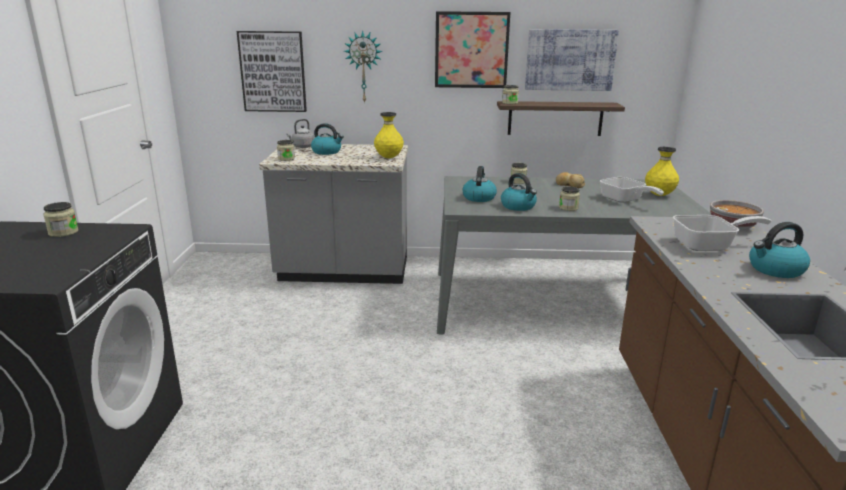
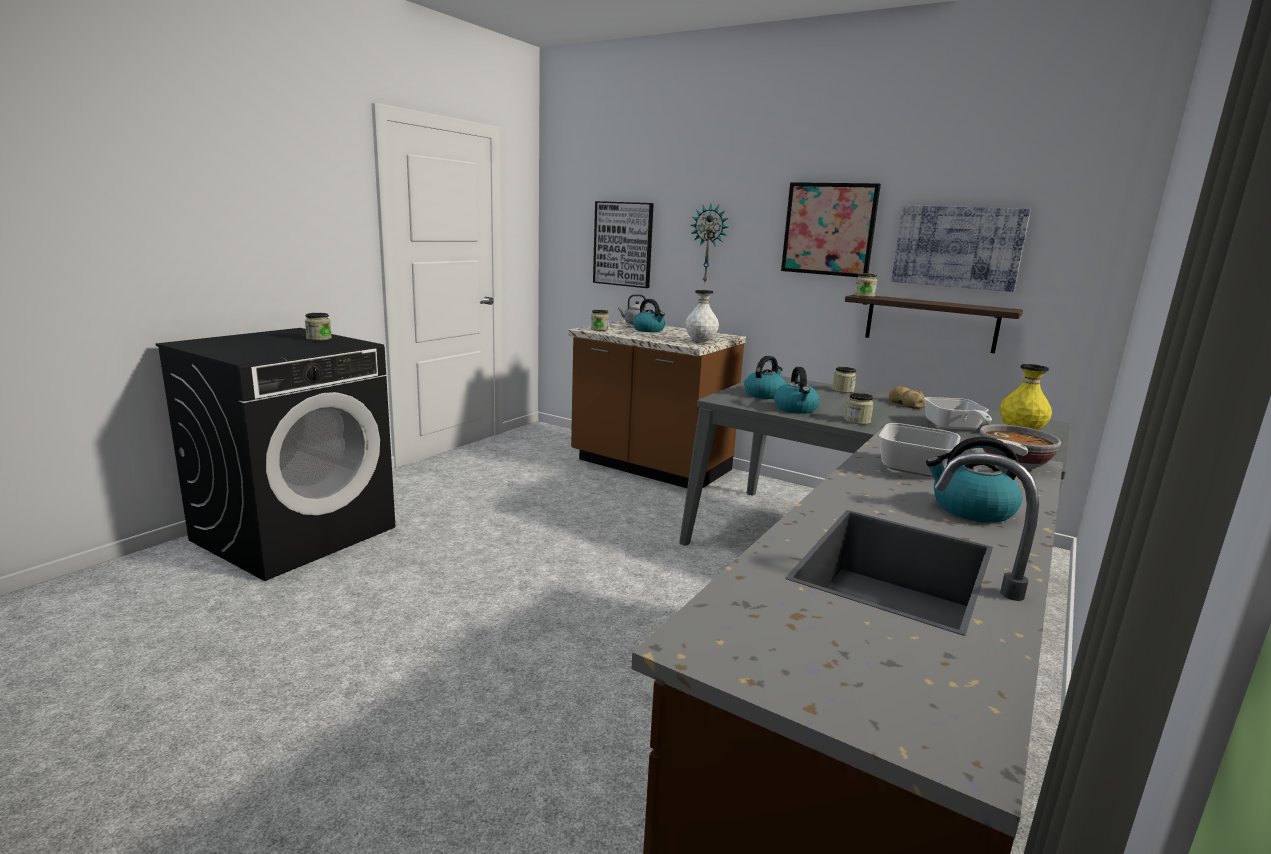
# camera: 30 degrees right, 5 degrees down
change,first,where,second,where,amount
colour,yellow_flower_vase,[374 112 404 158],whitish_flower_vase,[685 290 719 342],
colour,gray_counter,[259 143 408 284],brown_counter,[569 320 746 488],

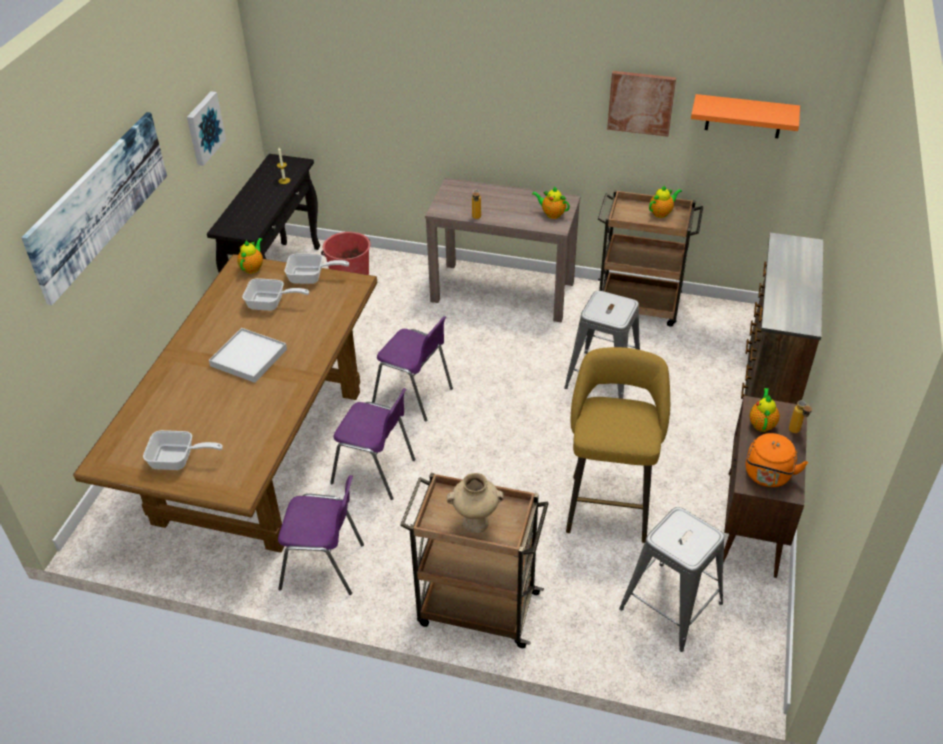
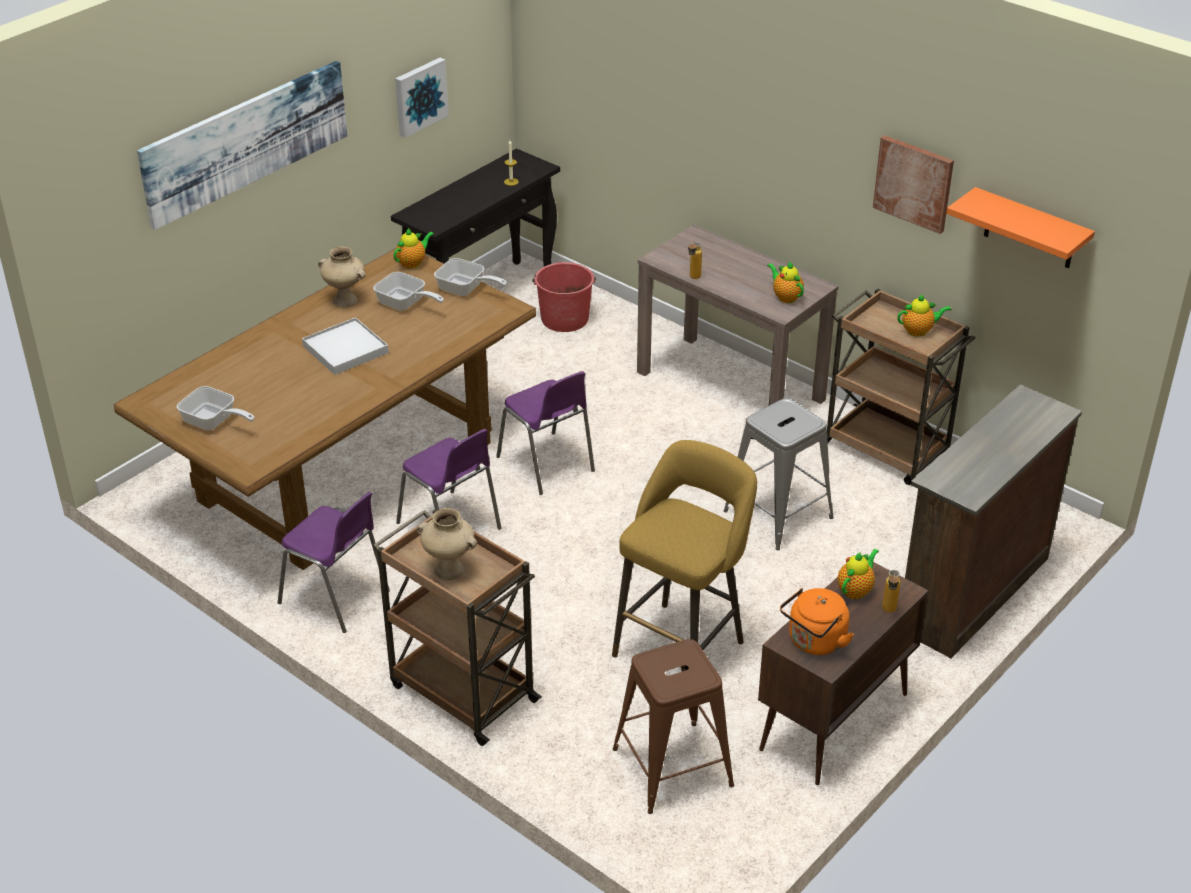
# camera: 25 degrees right, 5 degrees down
change,first,where,second,where,amount
colour,gray_sitting_stool,[619 507 725 652],brown_sitting_stool,[613 639 734 814],
appeared,,,beige-coloured_flower_vase,[318 246 366 307],

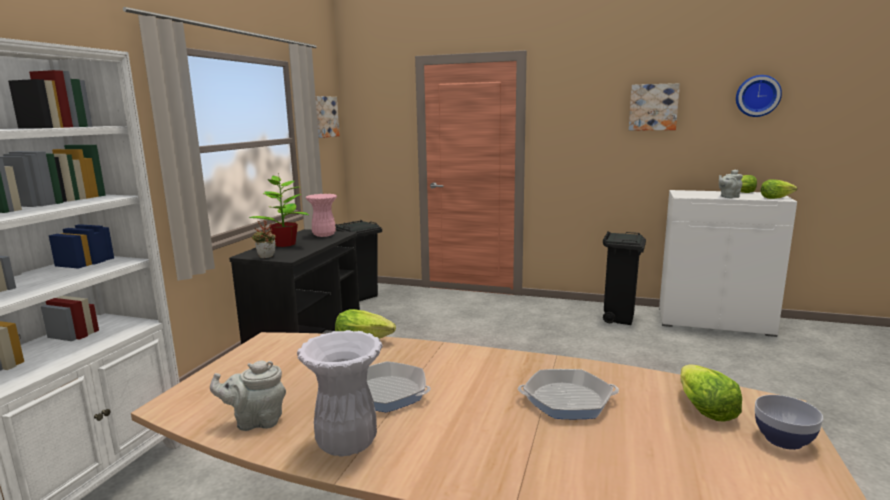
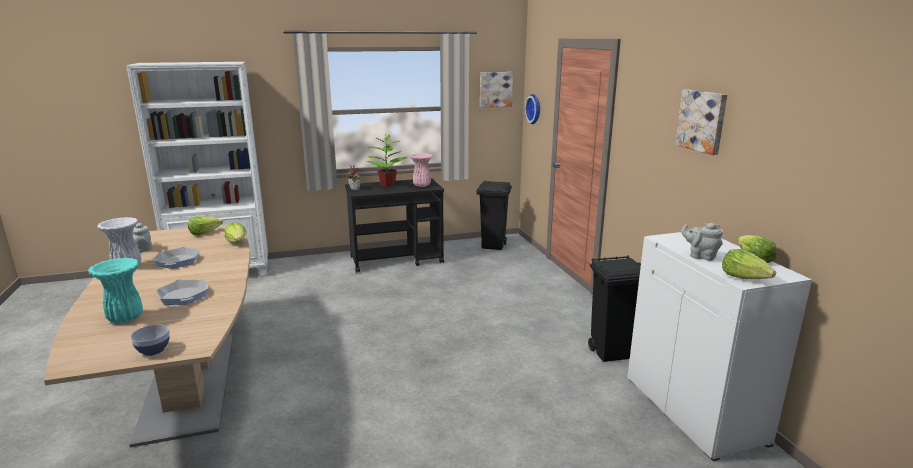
# camera: 55 degrees right, 5 degrees up
change,first,where,second,where,amount
relocated,hanging_clock,[736 75 782 117],,[525 94 540 124],
relocated,lettuce,[681 365 742 422],,[188 216 223 235],
appeared,,,blue-green_flower_vase,[88 258 143 323],

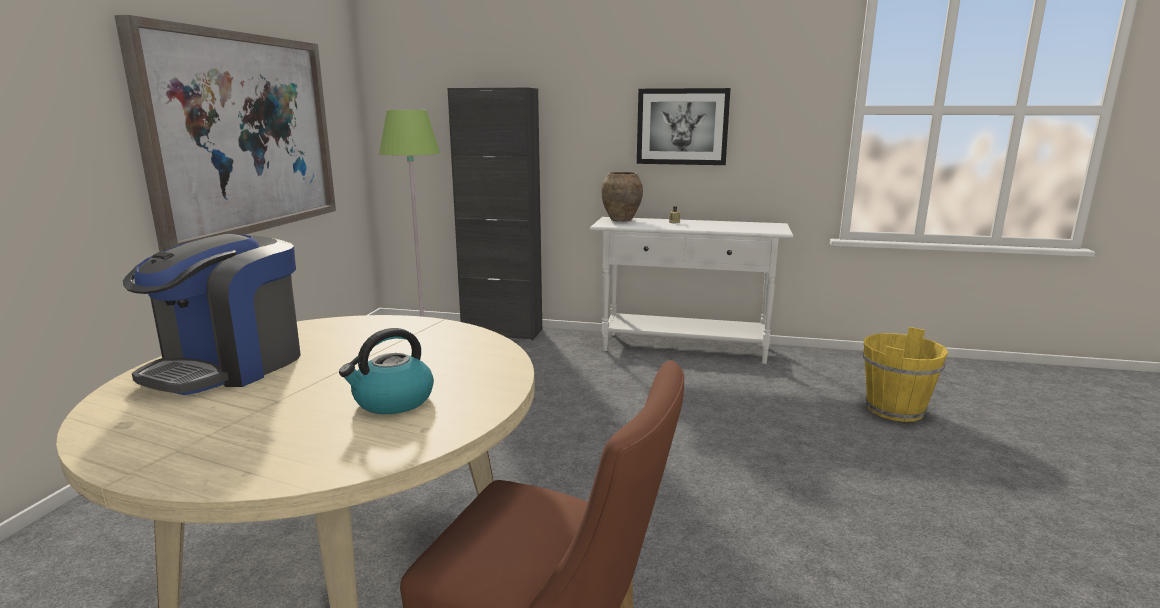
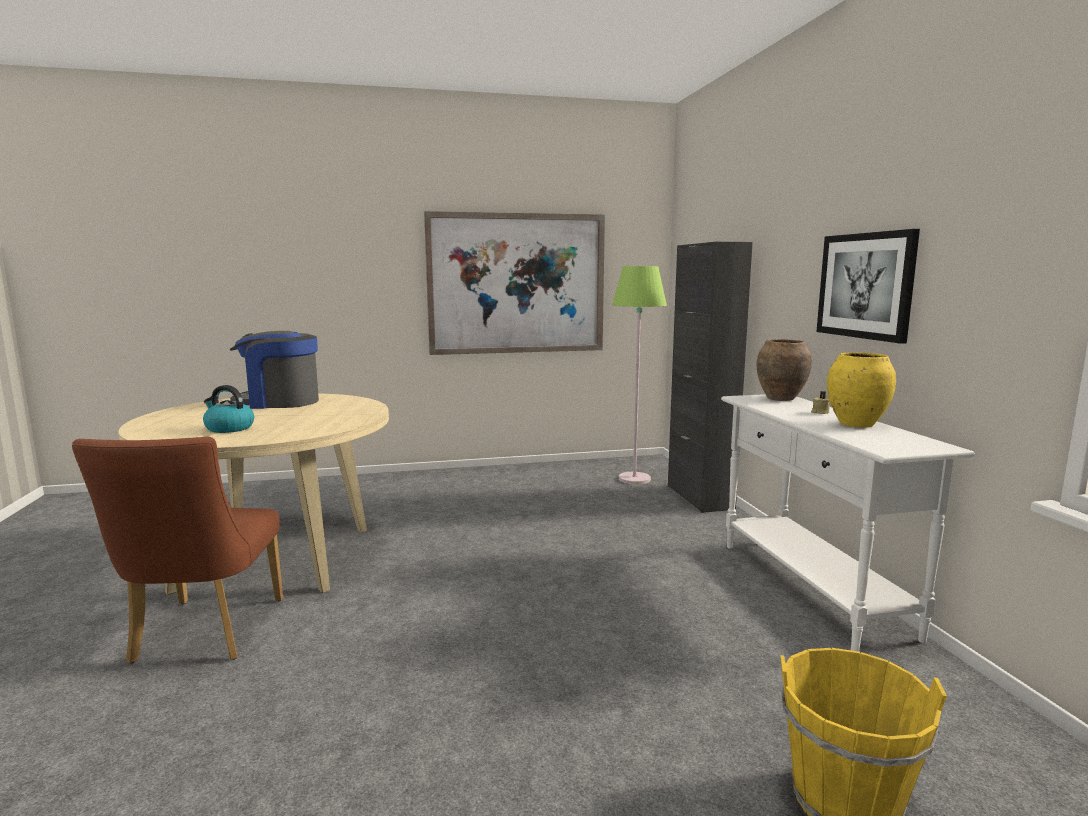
# camera: 65 degrees right, 5 degrees down
change,first,where,second,where,amount
appeared,,,yellow_flower_vase,[827 352 896 428],

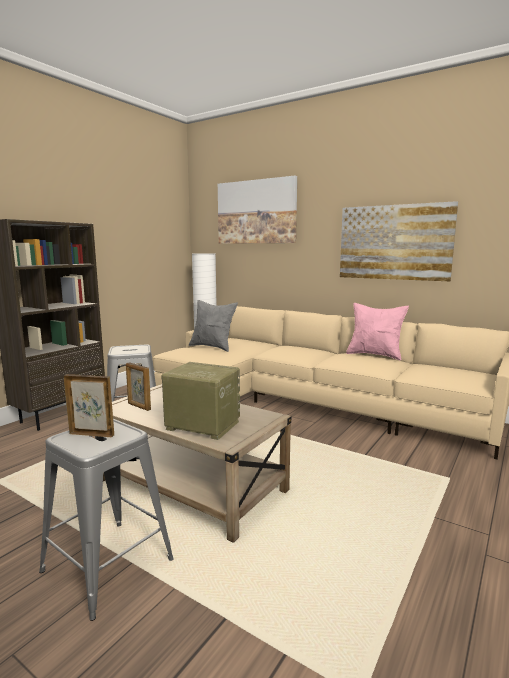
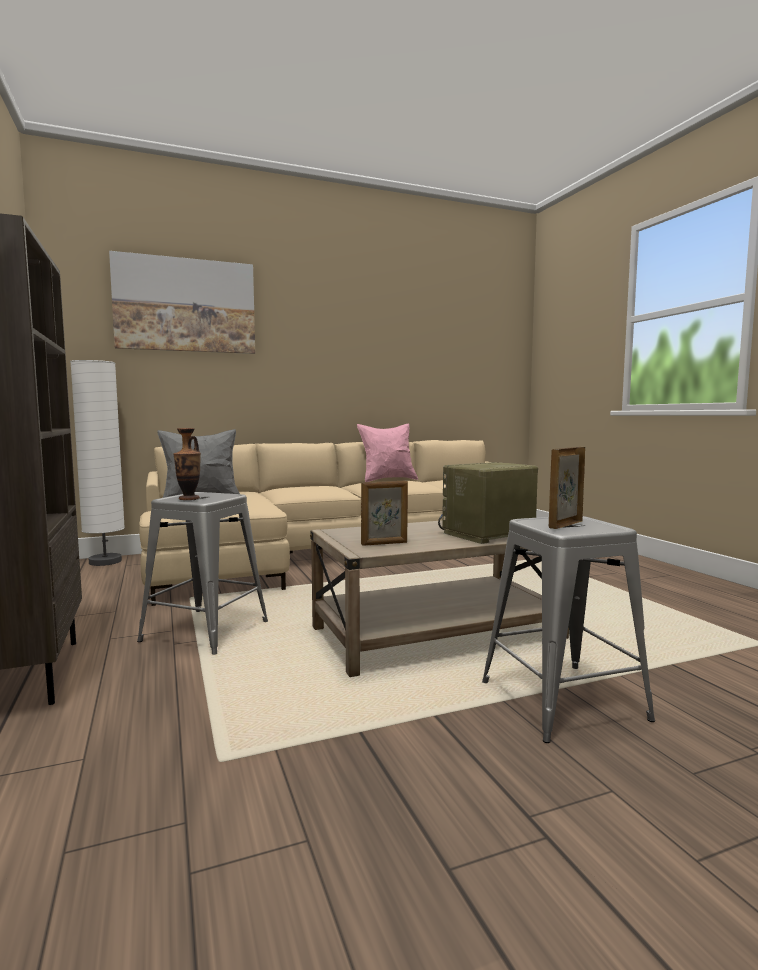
# camera: 55 degrees left, 5 degrees down
change,first,where,second,where,amount
missing,wall_art,[340 201 458 281],,,
appeared,,,flower_vase,[174 428 201 500],

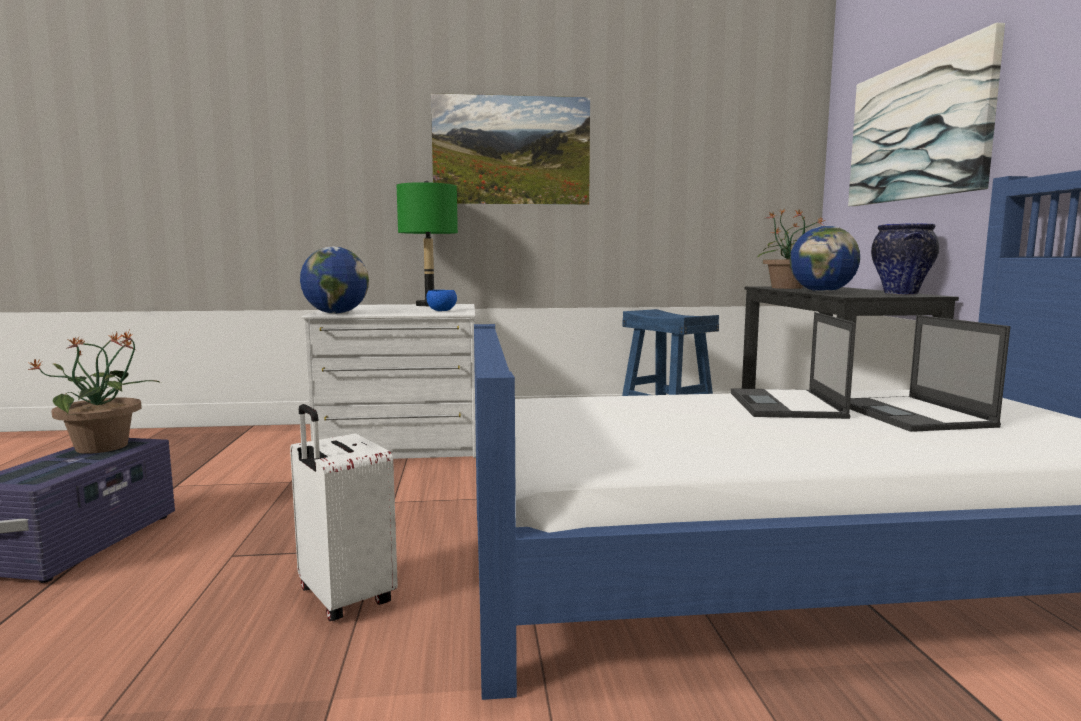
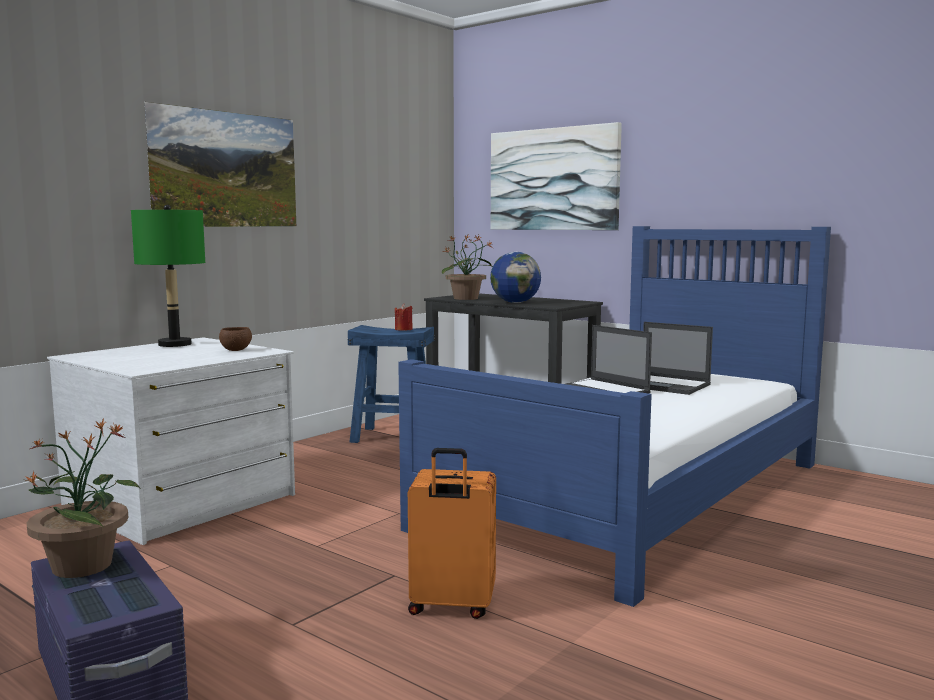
# camera: 45 degrees left, 0 degrees up
change,first,where,second,where,amount
missing,flower_vase,[871 223 939 295],,,
missing,world_globe,[300 247 369 314],,,
colour,blue-coloured_bowl,[426 290 457 311],brown_bowl,[219 327 252 351],
colour,whitish_travel_case,[290 404 398 621],orange-coloured_travel_case,[408 448 496 619],
appeared,,,reddish_wax_light,[395 304 413 331],

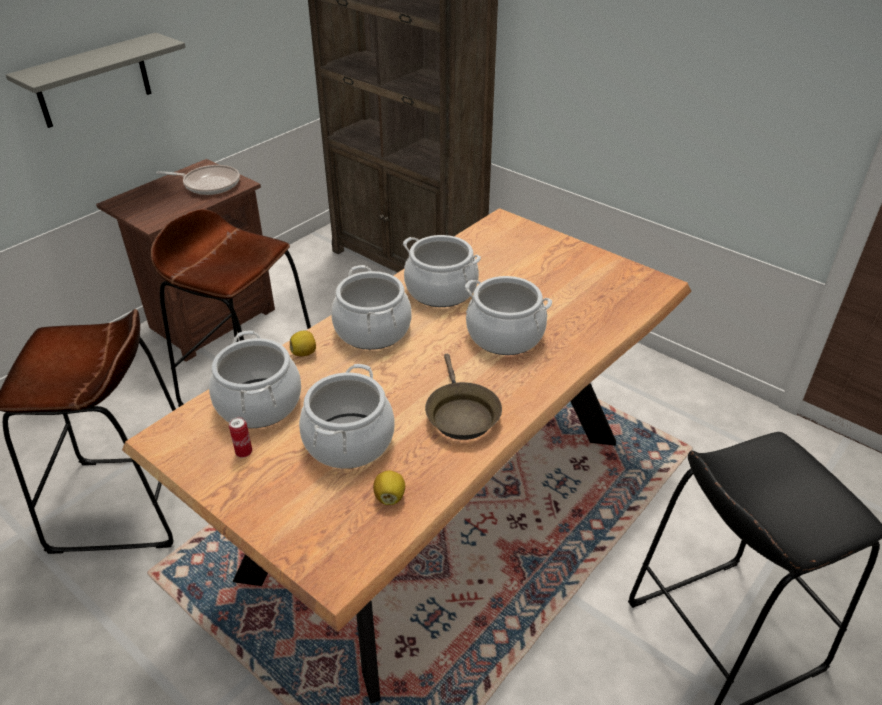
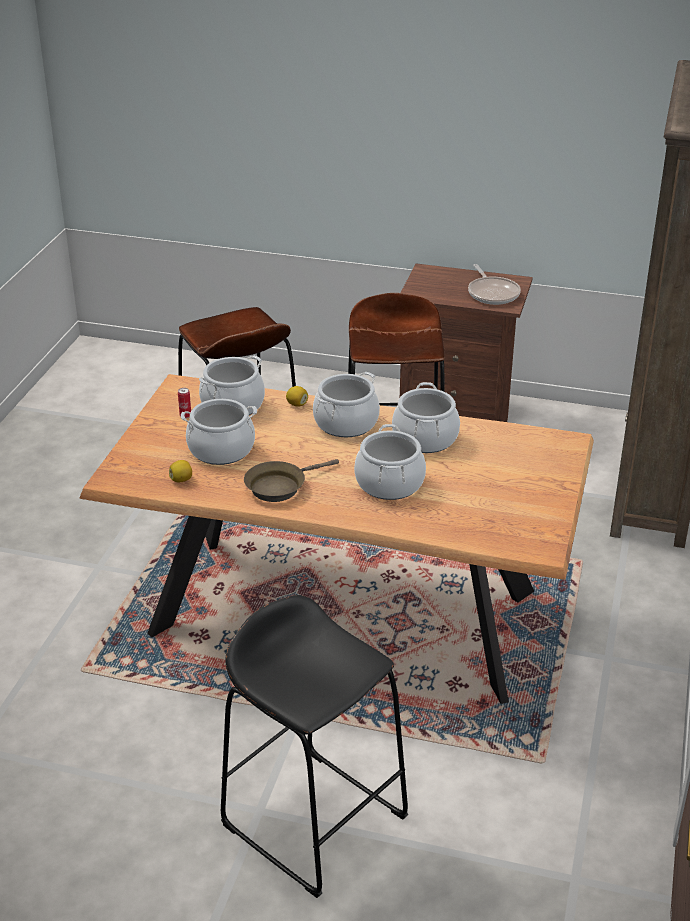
# camera: 65 degrees right, 5 degrees down
change,first,where,second,where,amount
missing,gray_bracket_shelf,[6 32 186 128],,,

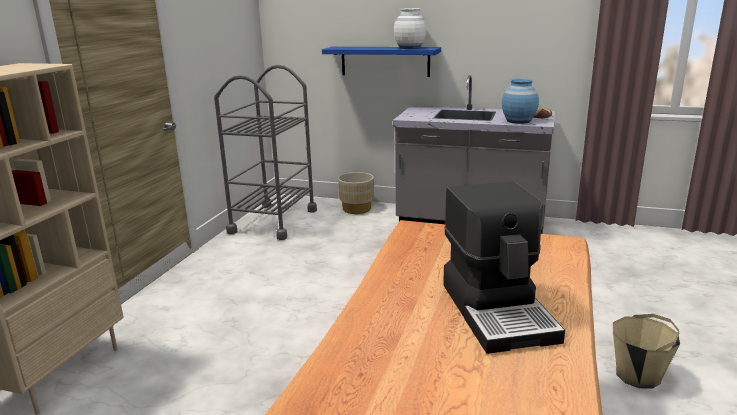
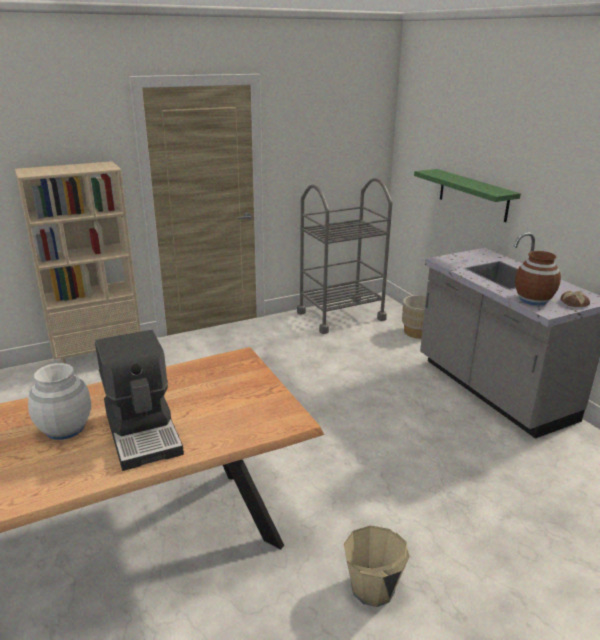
# camera: 45 degrees right, 5 degrees up
change,first,where,second,where,amount
relocated,whitish_flower_vase,[394 8 426 49],,[28 363 91 440],
colour,blue-coloured_bracket_shelf,[322 47 441 77],green_bracket_shelf,[414 169 521 223],
colour,blue-coloured_flower_vase,[502 78 539 124],brown_flower_vase,[515 251 561 306],
spun,coffee_machine,[443 181 565 354],,[95 330 184 471],60 degrees counterclockwise

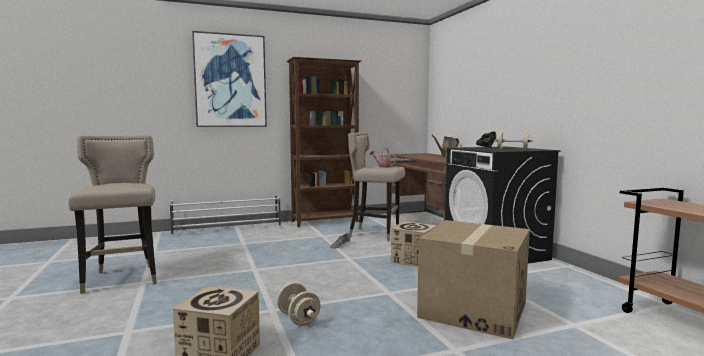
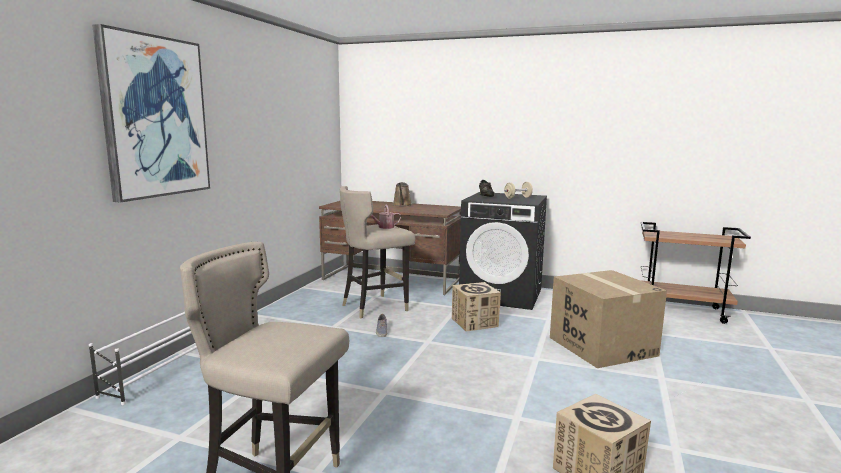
# camera: 50 degrees left, 5 degrees up
change,first,where,second,where,amount
missing,brown_shelving_unit,[287 57 361 227],,,
missing,beige-coloured_free_weight,[277 282 321 326],,,

